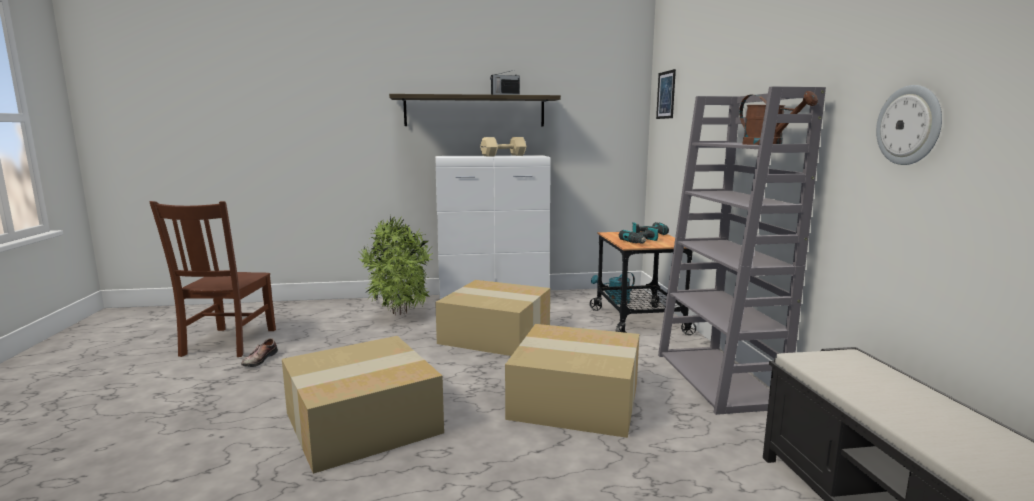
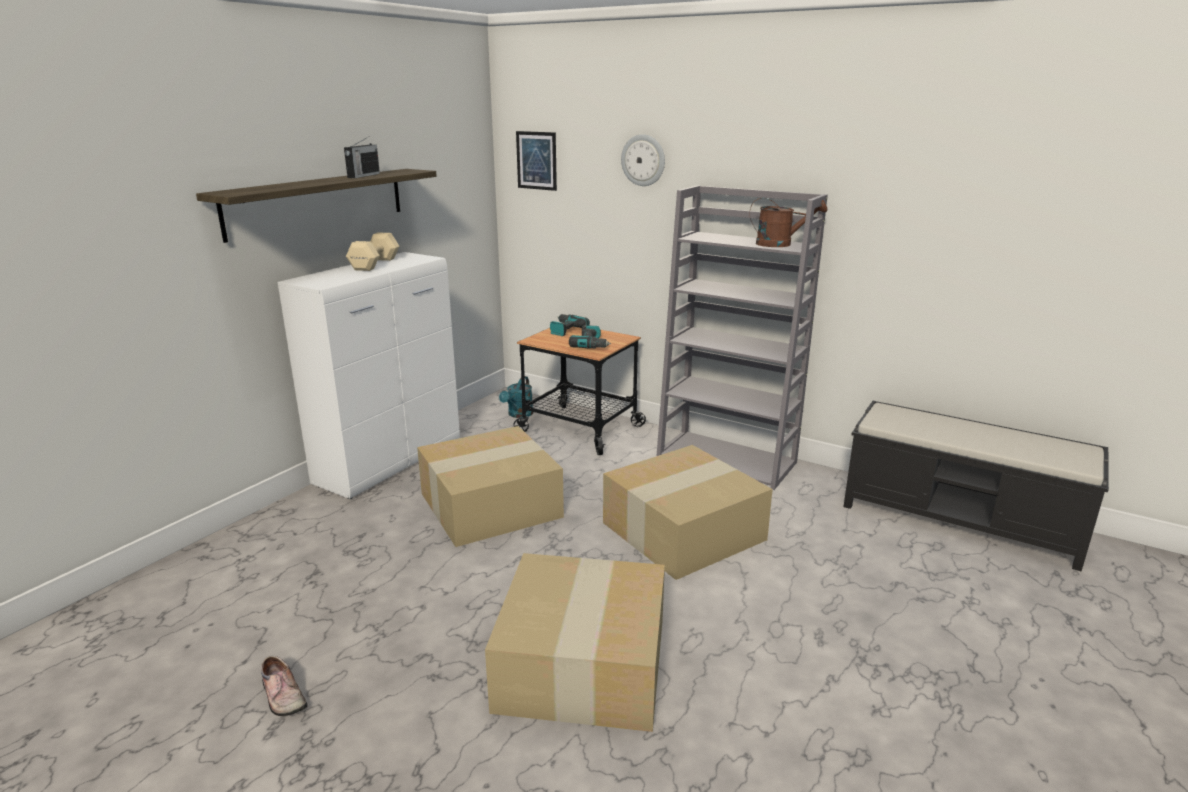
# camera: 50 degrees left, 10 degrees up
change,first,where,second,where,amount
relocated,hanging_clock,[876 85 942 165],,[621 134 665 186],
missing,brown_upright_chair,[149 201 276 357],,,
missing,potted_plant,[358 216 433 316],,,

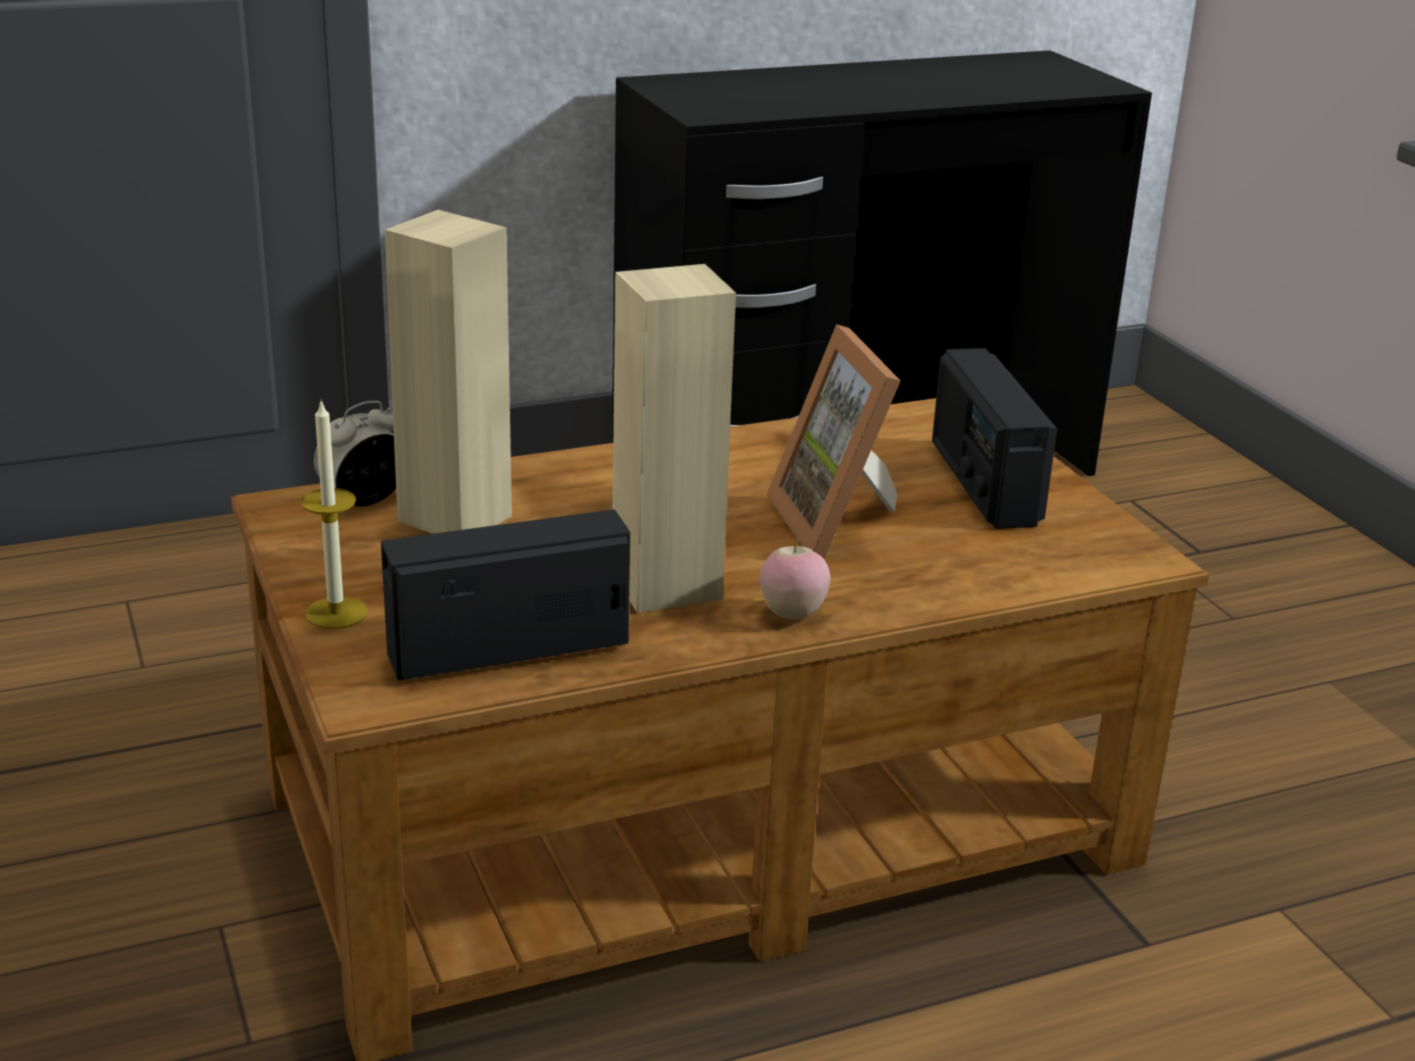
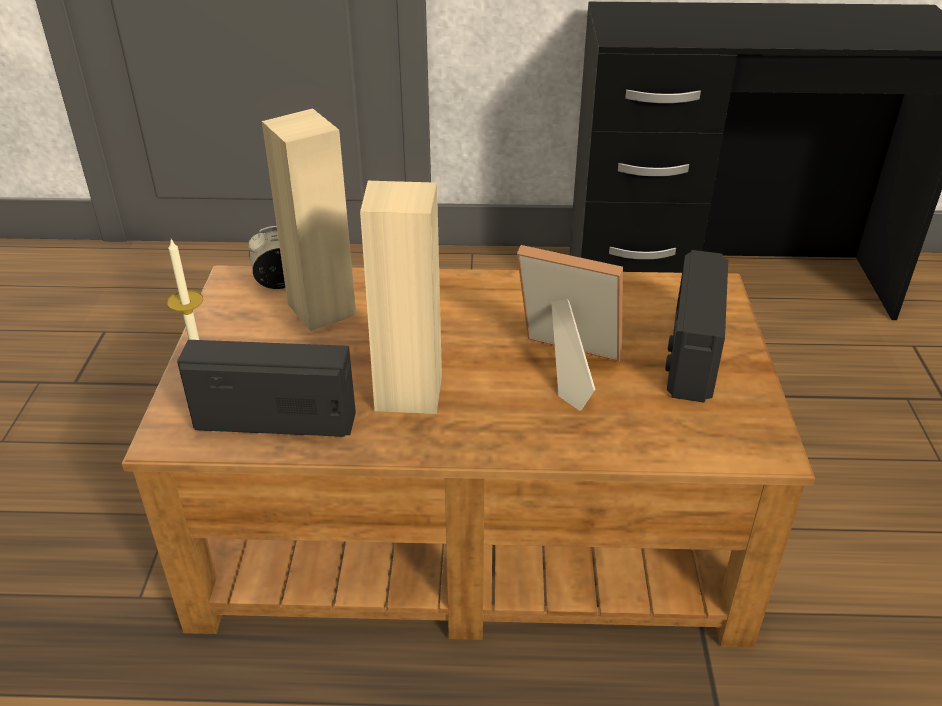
# camera: 25 degrees right, 10 degrees up
change,first,where,second,where,amount
spun,photo_frame,[767 324 900 559],,[517 245 623 411],105 degrees clockwise
missing,whole_apple,[760 541 830 620],,,

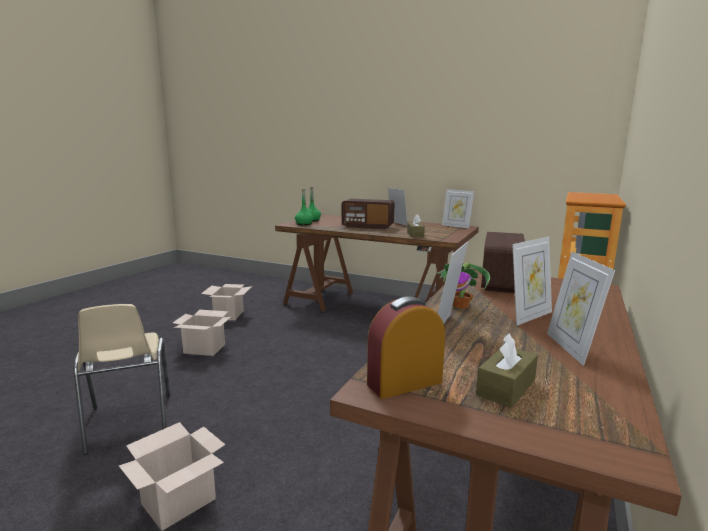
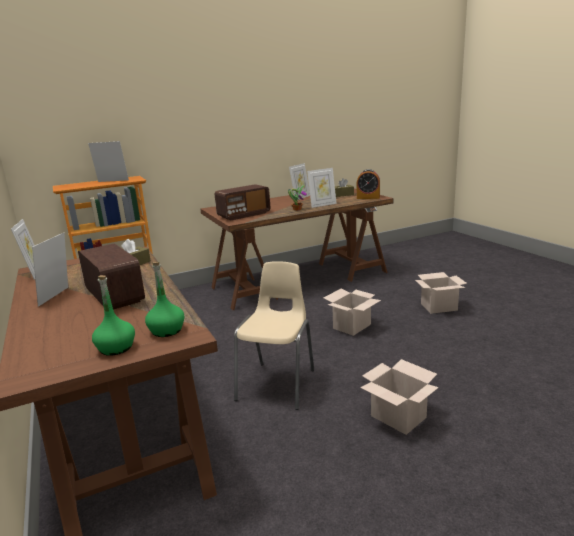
# camera: 140 degrees left, 5 degrees up
change,first,where,second,where,amount
relocated,photo_frame,[512 237 552 326],,[88 141 129 182],
relocated,packing_box,[201 284 252 320],,[324 288 381 336],
relocated,beige-coloured_upright_chair,[73 304 170 455],,[234 261 314 410],

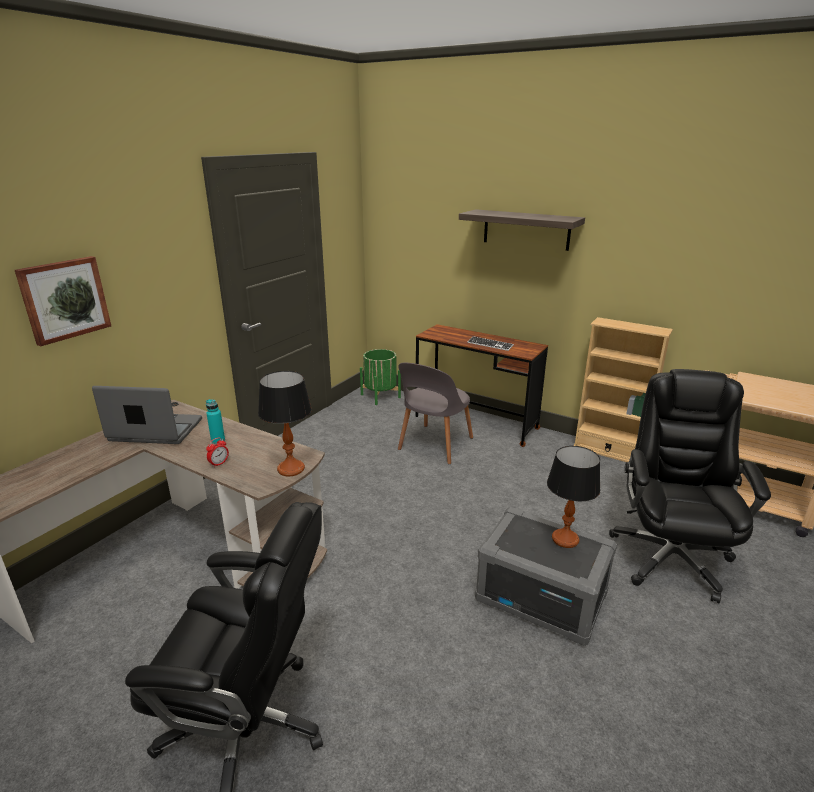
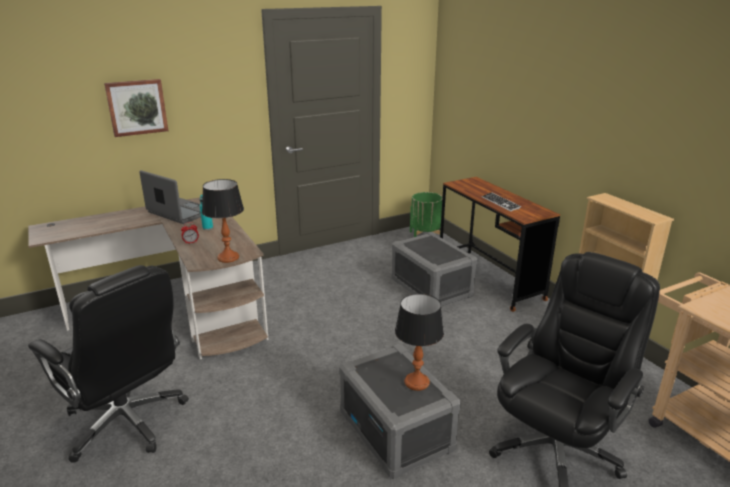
# camera: 30 degrees right, 0 degrees up
change,first,where,second,where,amount
missing,bracket_shelf,[459 209 585 251],,,
exchanged,gray_upright_chair,[398 363 473 464],gray_storage_bin,[391 232 477 306],

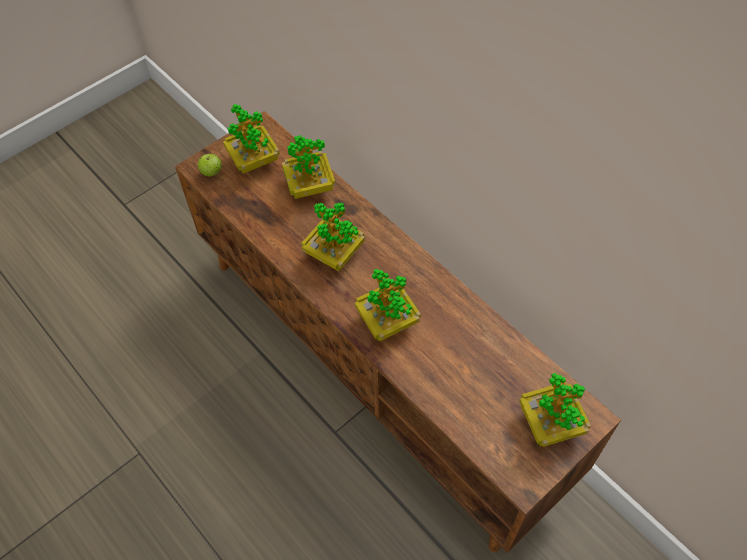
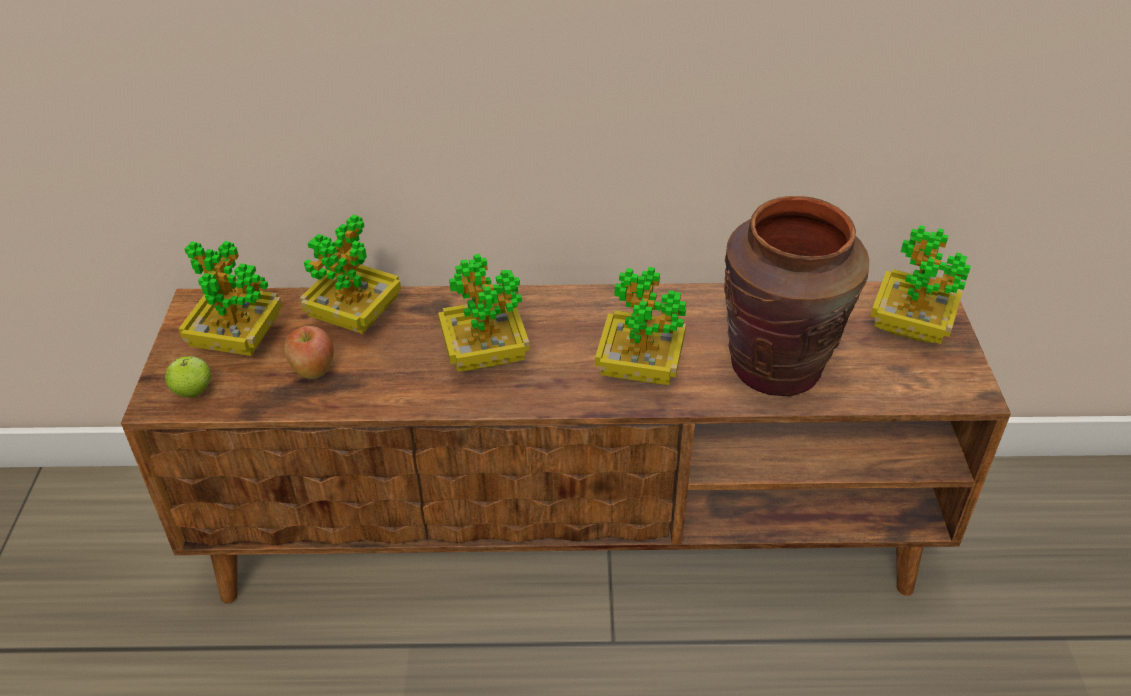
# camera: 50 degrees left, 15 degrees down
change,first,where,second,where,amount
appeared,,,brown_flower_vase,[724 196 869 396],
appeared,,,whole_apple,[284 326 334 379],

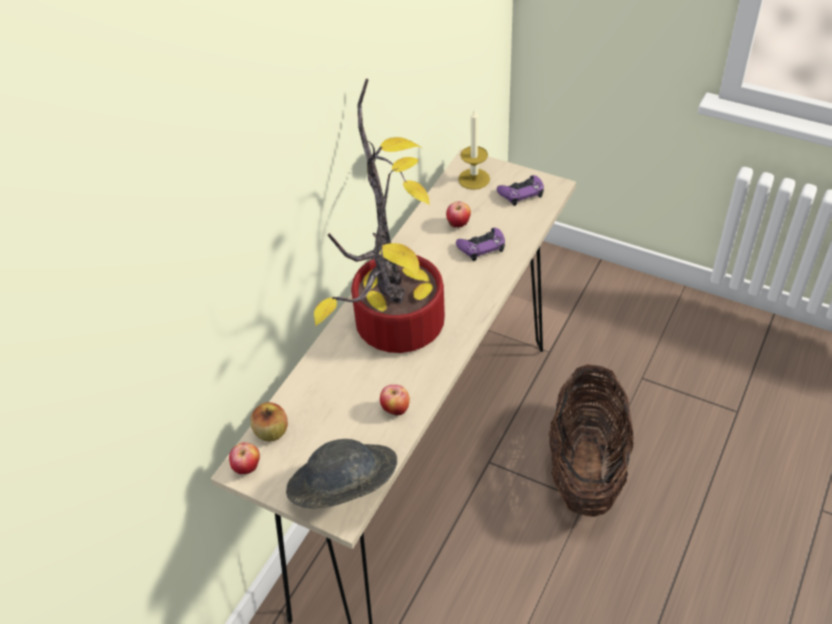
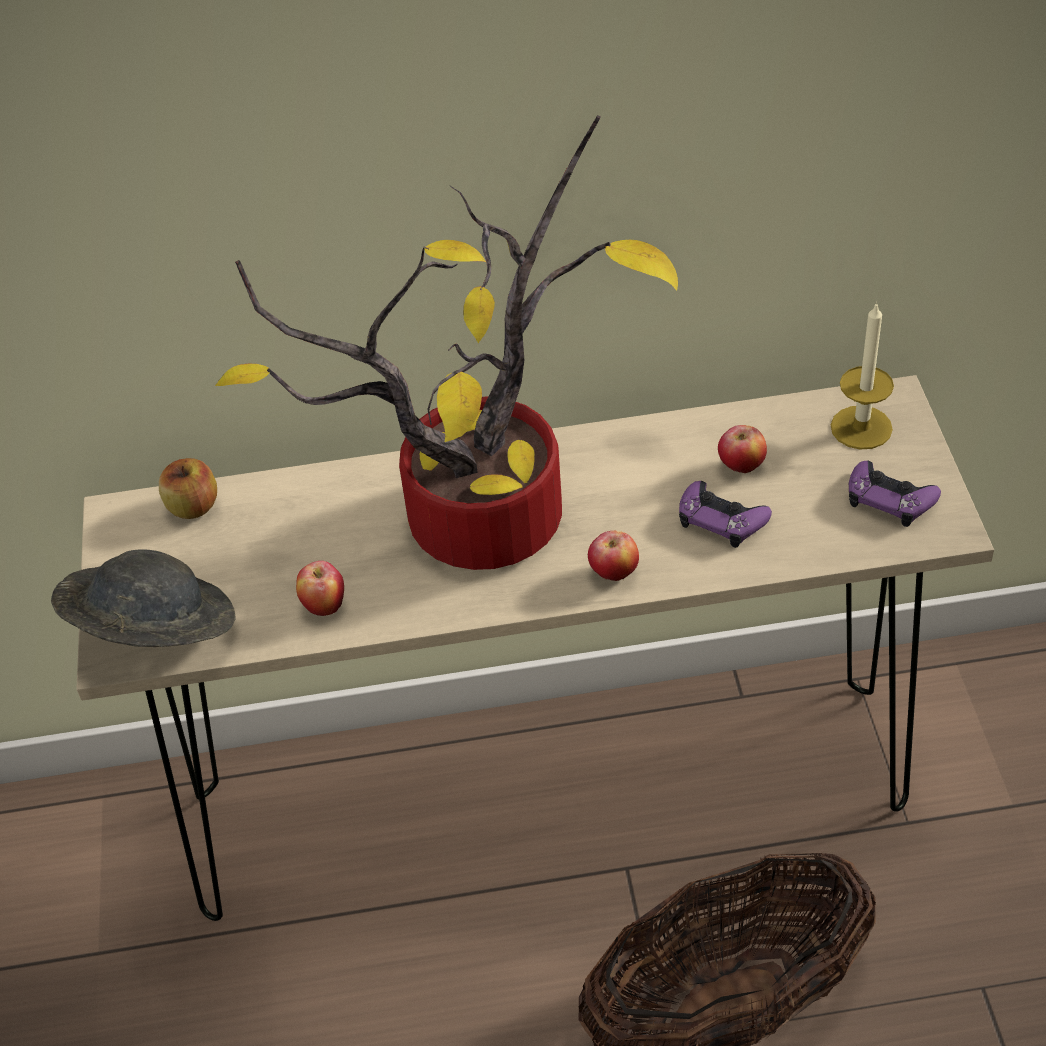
# camera: 55 degrees right, 0 degrees up
change,first,where,second,where,amount
relocated,whole_apple,[229 442 260 474],,[588 531 639 581],

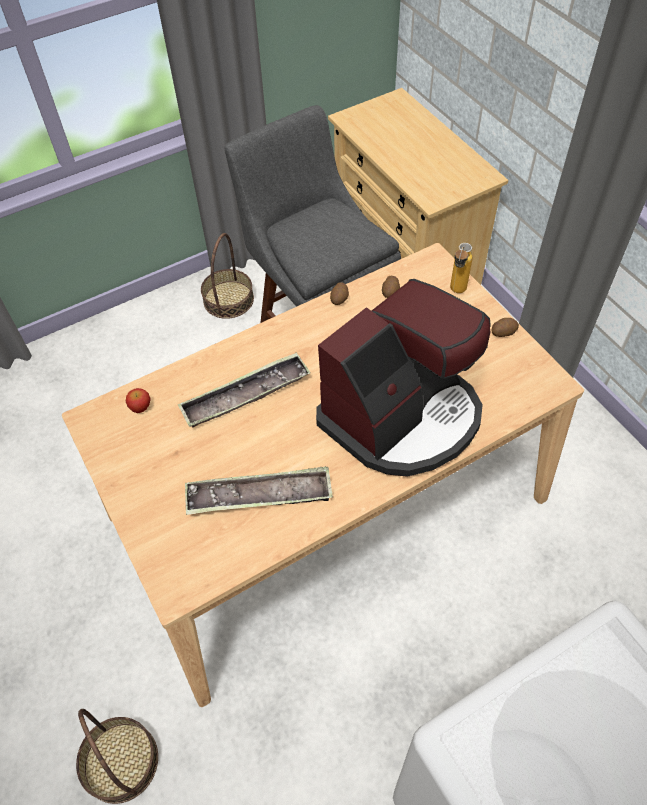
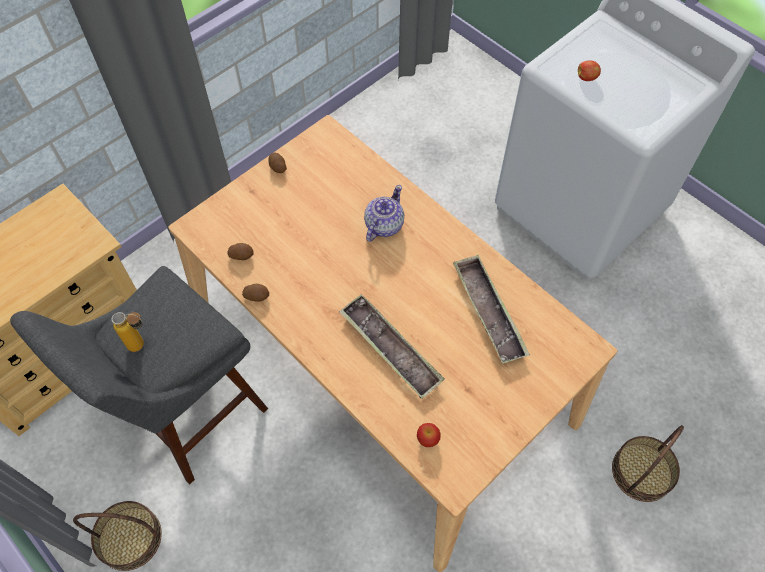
# camera: 105 degrees left, 5 degrees up
change,first,where,second,where,amount
relocated,beverage_bottle,[450 243 473 293],,[111 312 144 352],
exchanged,coffee_machine,[316 279 491 476],pot_for_tea,[364 185 404 242],
appeared,,,whole_apple,[578 60 601 81],

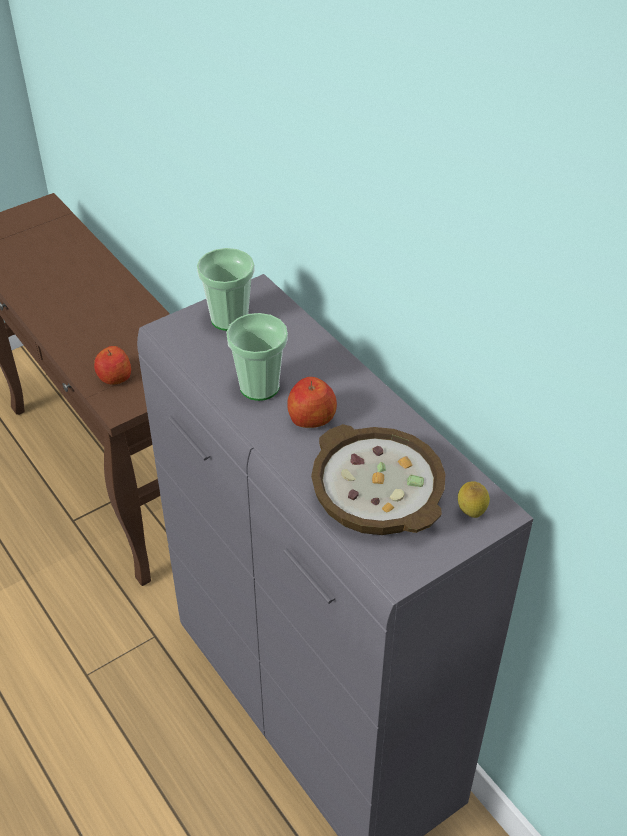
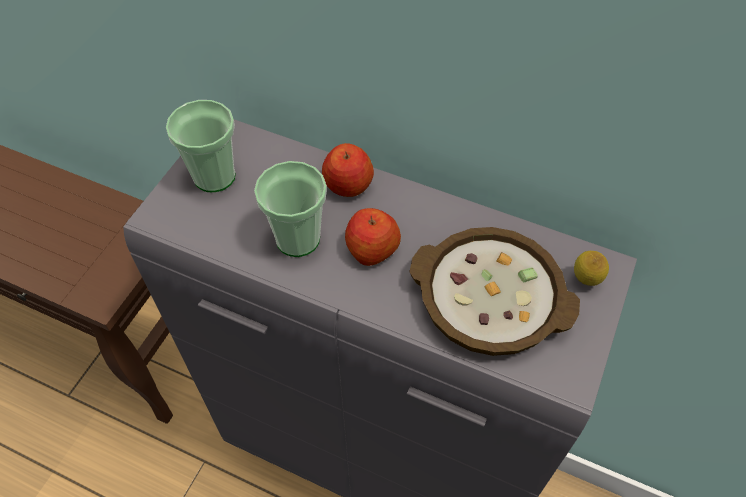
# camera: 30 degrees left, 10 degrees up
change,first,where,second,where,amount
relocated,whole_apple,[94 346 131 385],,[322 143 374 197],

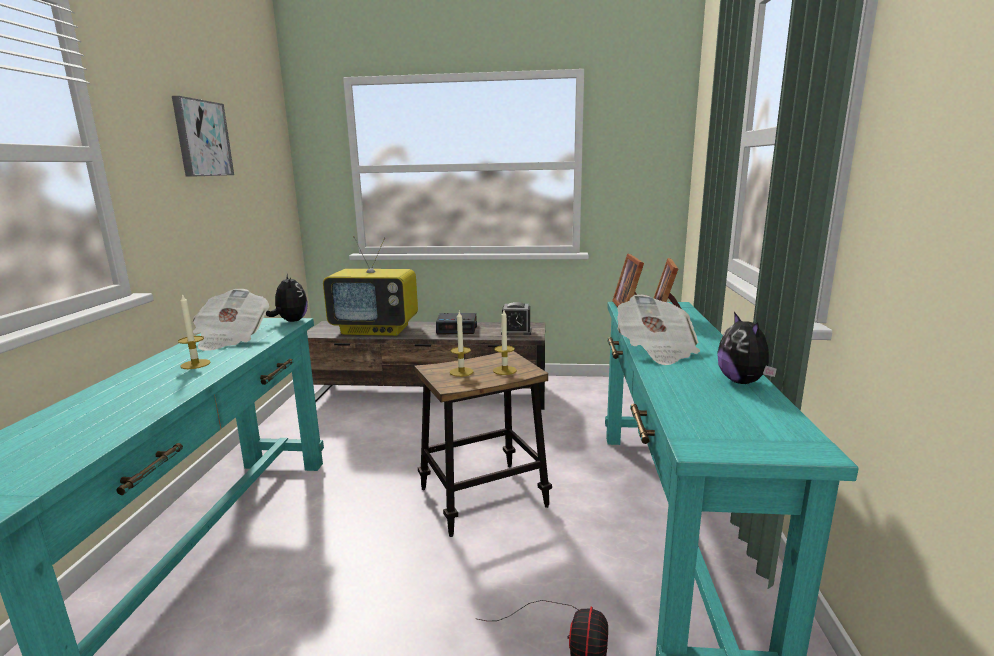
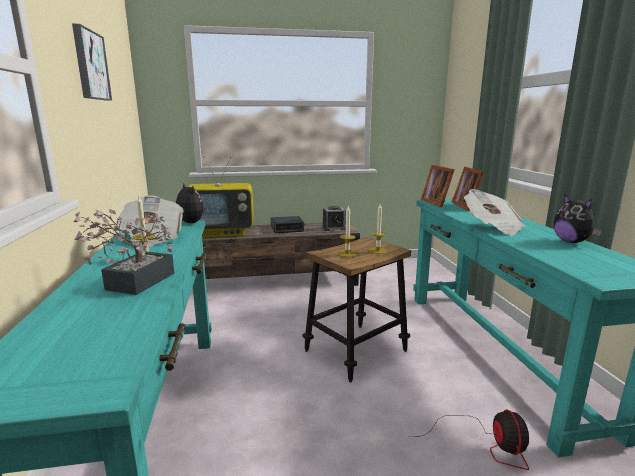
# camera: 15 degrees left, 0 degrees up
change,first,where,second,where,amount
appeared,,,potted_plant,[73 209 175 295],

